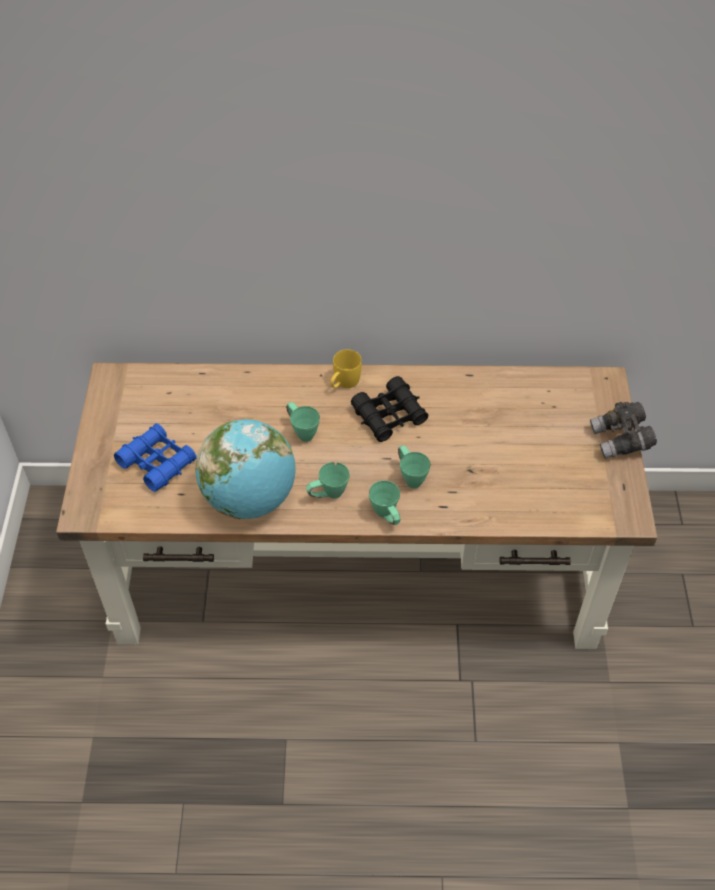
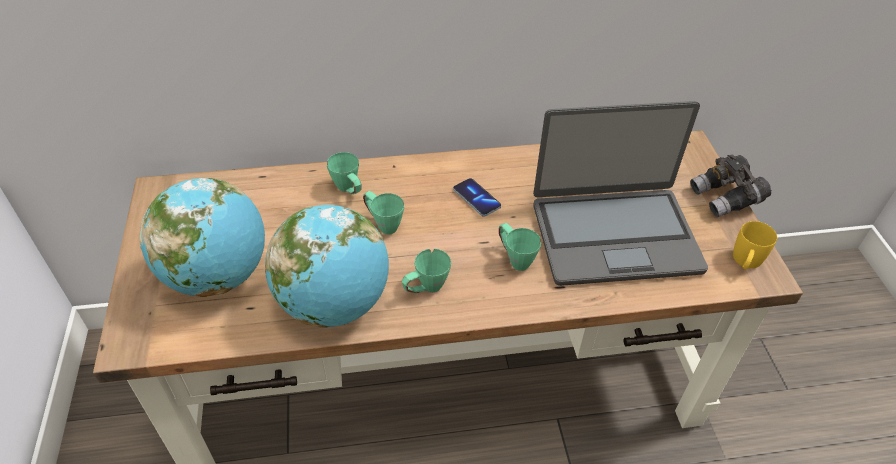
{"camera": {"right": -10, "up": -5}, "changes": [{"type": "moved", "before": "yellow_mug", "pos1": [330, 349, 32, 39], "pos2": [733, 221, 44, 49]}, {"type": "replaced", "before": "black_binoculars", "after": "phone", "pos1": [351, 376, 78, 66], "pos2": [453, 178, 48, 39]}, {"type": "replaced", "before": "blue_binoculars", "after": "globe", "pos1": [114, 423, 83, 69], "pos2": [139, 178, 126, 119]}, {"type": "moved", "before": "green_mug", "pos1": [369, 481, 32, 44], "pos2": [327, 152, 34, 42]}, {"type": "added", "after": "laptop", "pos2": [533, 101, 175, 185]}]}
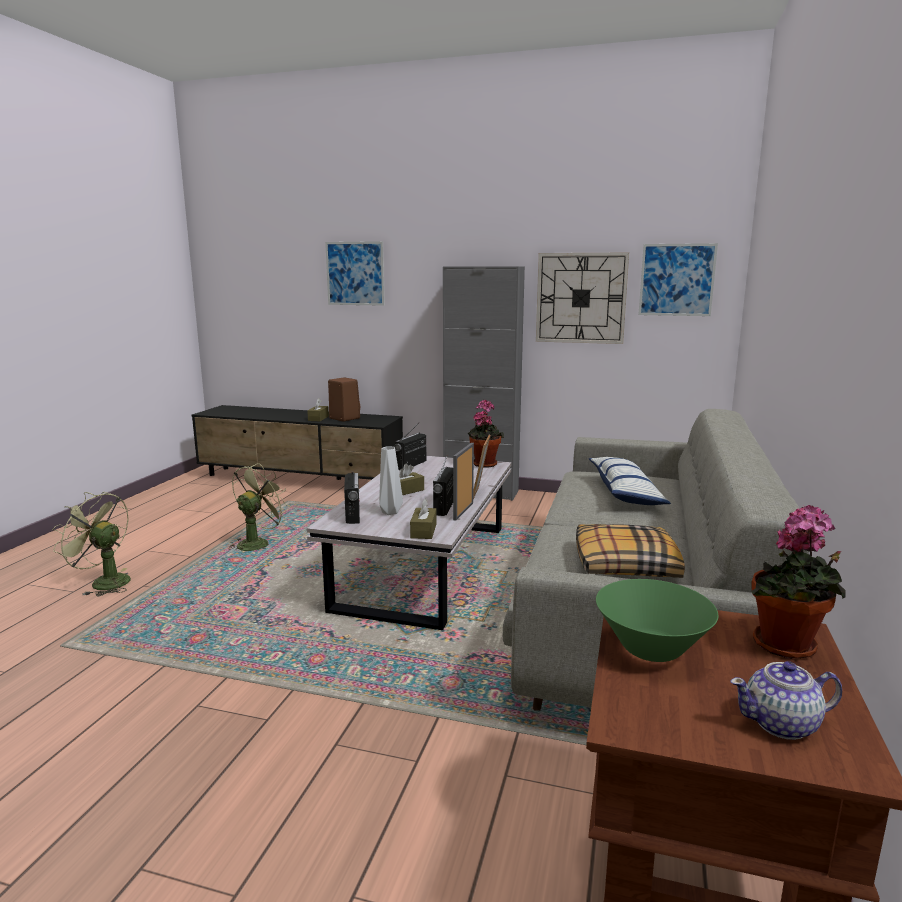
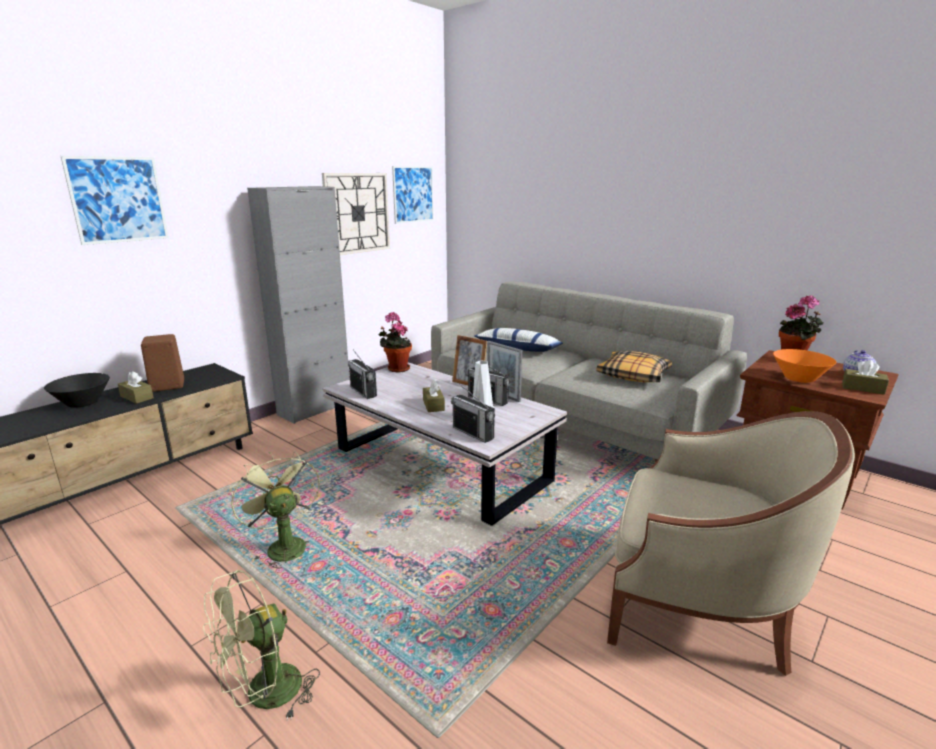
{"camera": {"right": -65, "up": 5}, "changes": [{"type": "turned", "before": "radio", "pos1": [344, 472, 16, 52], "pos2": [451, 384, 44, 59], "turn": -150}, {"type": "moved", "before": "brown_tissue_box", "pos1": [410, 499, 26, 40], "pos2": [842, 360, 47, 35]}, {"type": "recoloured", "before": "green_bowl", "after": "orange_bowl", "pos1": [596, 579, 122, 83], "pos2": [773, 349, 63, 34]}, {"type": "added", "after": "black_bowl", "pos2": [44, 373, 66, 35]}, {"type": "added", "after": "beige_armchair", "pos2": [607, 411, 248, 265]}]}
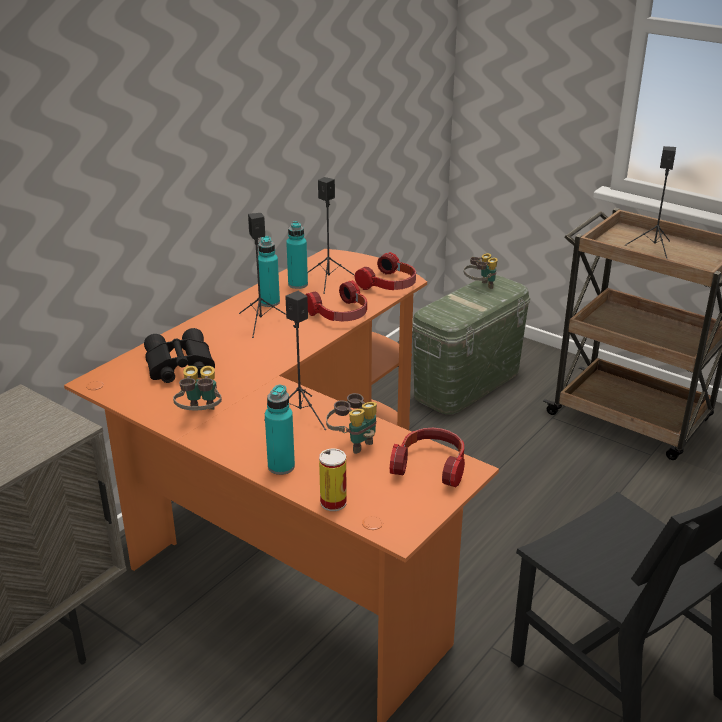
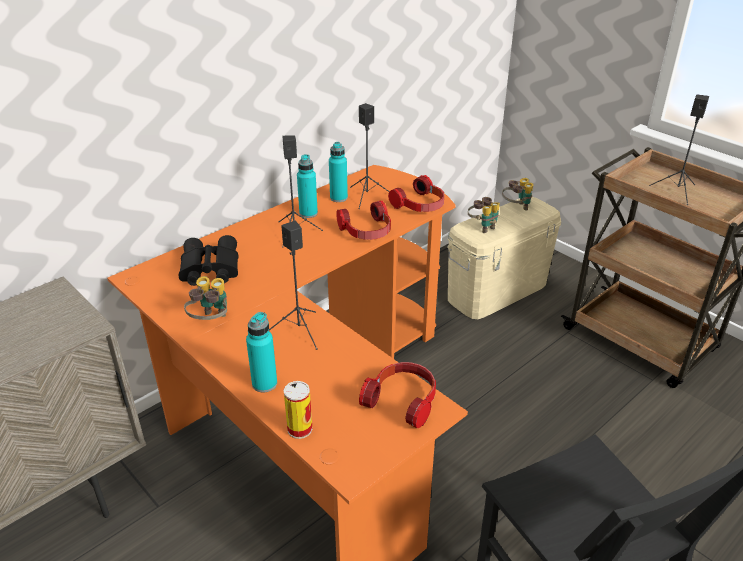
{"camera": {"right": 10, "up": 5}, "changes": [{"type": "recoloured", "before": "green_storage_box", "after": "beige_storage_box", "pos1": [412, 275, 118, 140], "pos2": [447, 196, 114, 123]}, {"type": "moved", "before": "binoculars", "pos1": [326, 393, 51, 61], "pos2": [468, 197, 32, 36]}]}
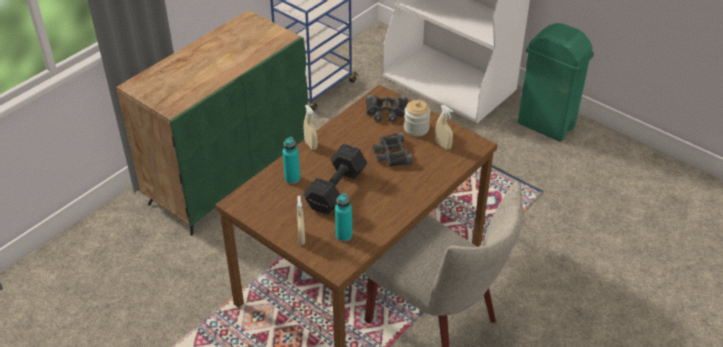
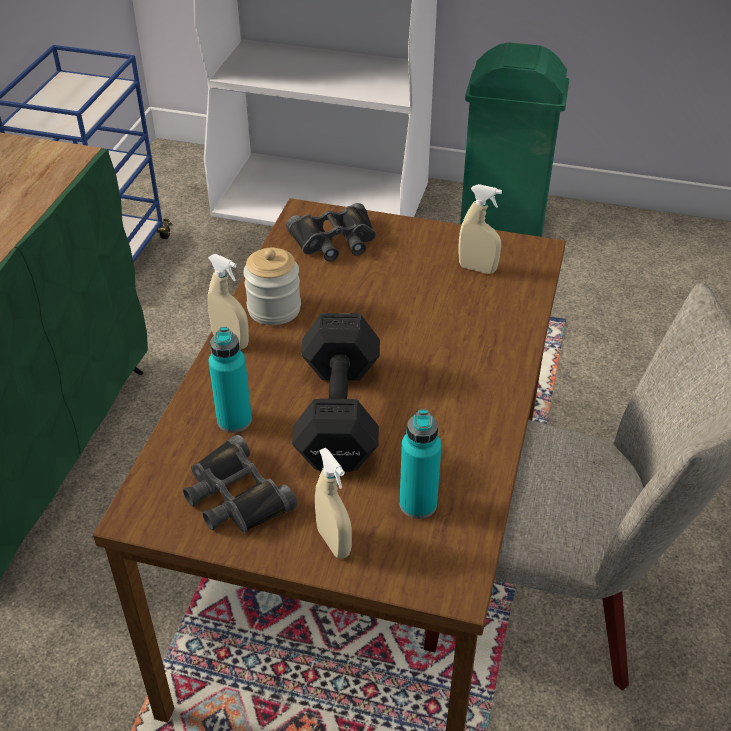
{"camera": {"right": -25, "up": 0}, "changes": [{"type": "moved", "before": "jar", "pos1": [404, 100, 27, 37], "pos2": [243, 248, 58, 77]}, {"type": "moved", "before": "black_binoculars", "pos1": [373, 132, 40, 34], "pos2": [183, 435, 114, 98]}]}
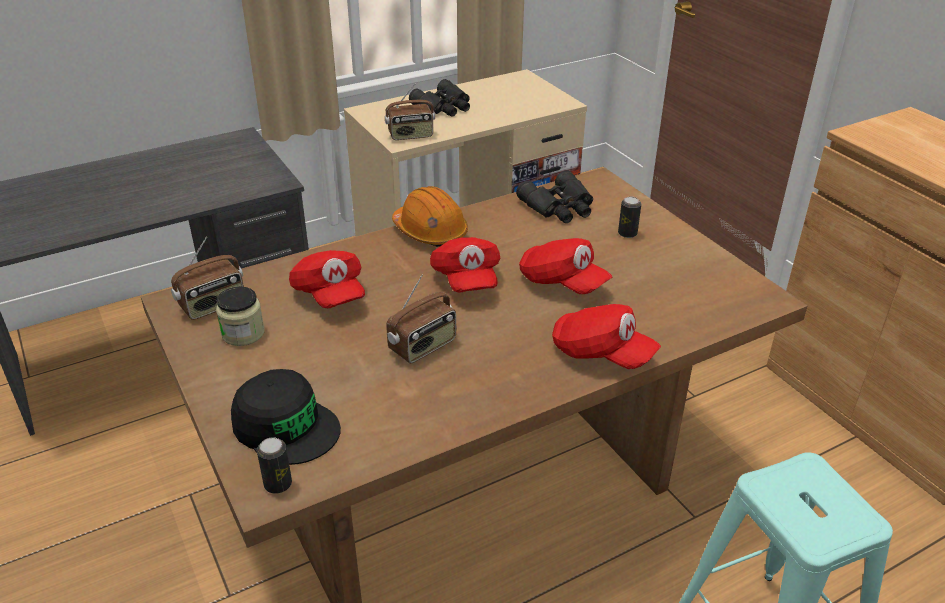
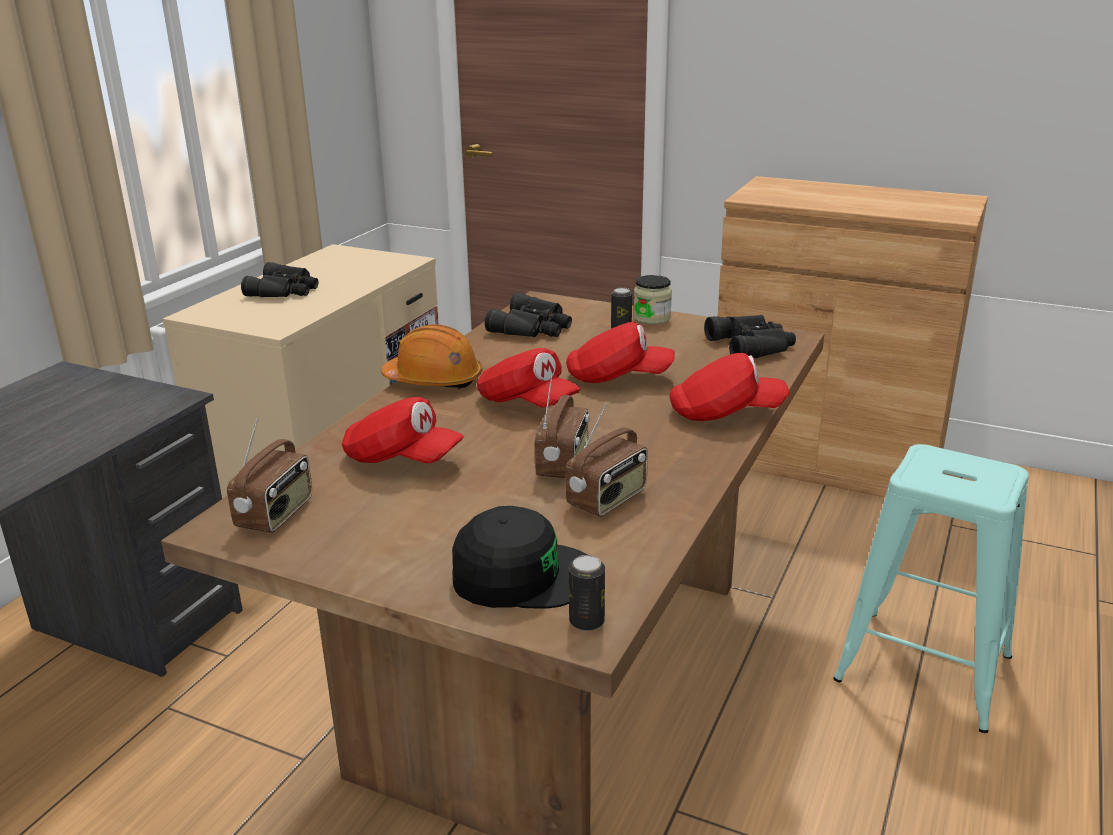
{"camera": {"right": -35, "up": -10}, "changes": [{"type": "moved", "before": "radio", "pos1": [385, 84, 50, 56], "pos2": [566, 403, 82, 114]}, {"type": "moved", "before": "jar", "pos1": [216, 287, 49, 59], "pos2": [633, 275, 39, 49]}, {"type": "added", "after": "black_binoculars", "pos2": [704, 315, 92, 43]}]}
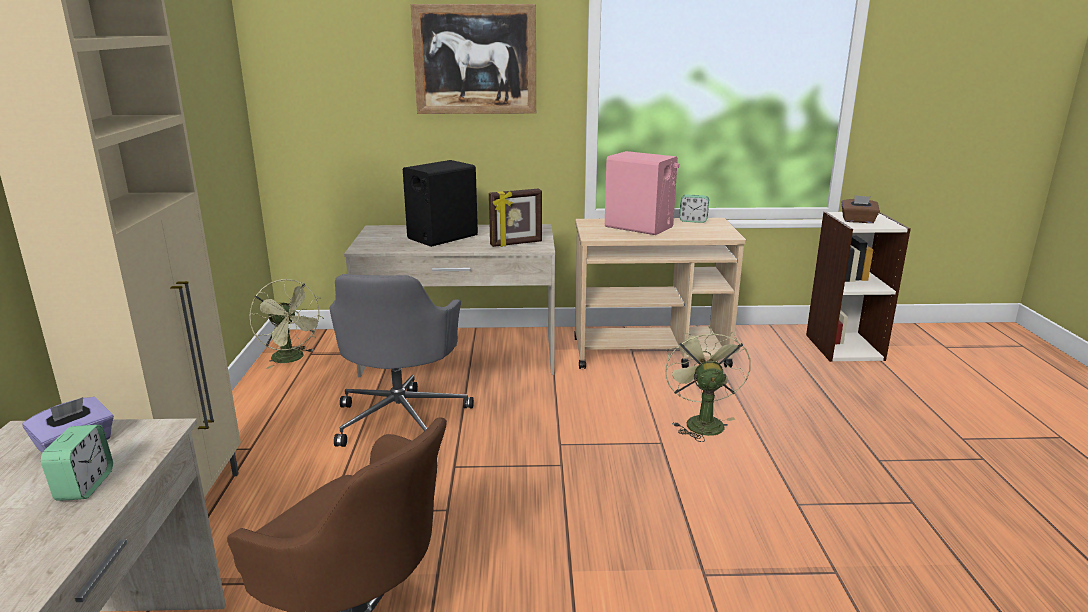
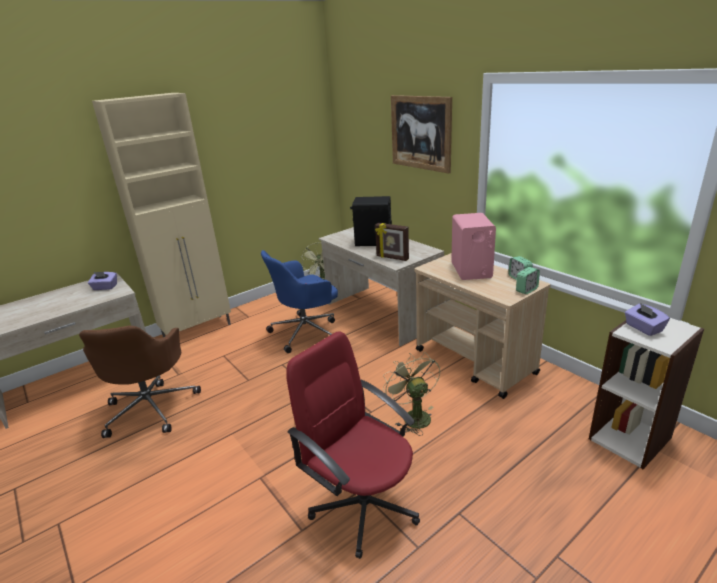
{"camera": {"right": 55, "up": 5}, "changes": [{"type": "recoloured", "before": "brown_tissue_box", "after": "purple_tissue_box", "pos1": [841, 195, 39, 28], "pos2": [625, 303, 45, 33]}, {"type": "recoloured", "before": "grey_office_chair", "after": "blue_office_chair", "pos1": [330, 274, 144, 173], "pos2": [261, 250, 77, 103]}, {"type": "turned", "before": "green_fan", "pos1": [665, 326, 86, 116], "pos2": [383, 352, 57, 84], "turn": -75}, {"type": "moved", "before": "alarm_clock", "pos1": [41, 425, 72, 76], "pos2": [516, 267, 24, 27]}, {"type": "added", "after": "red_office_chair", "pos2": [286, 331, 134, 228]}]}
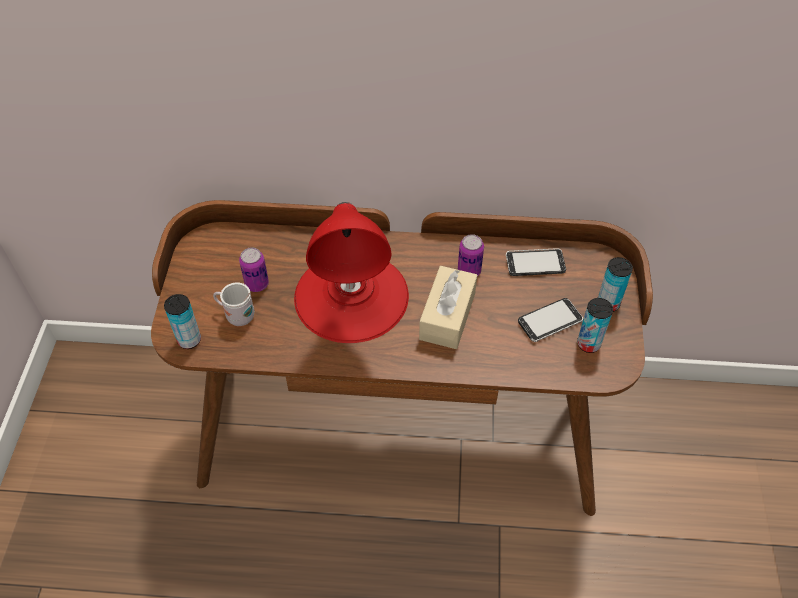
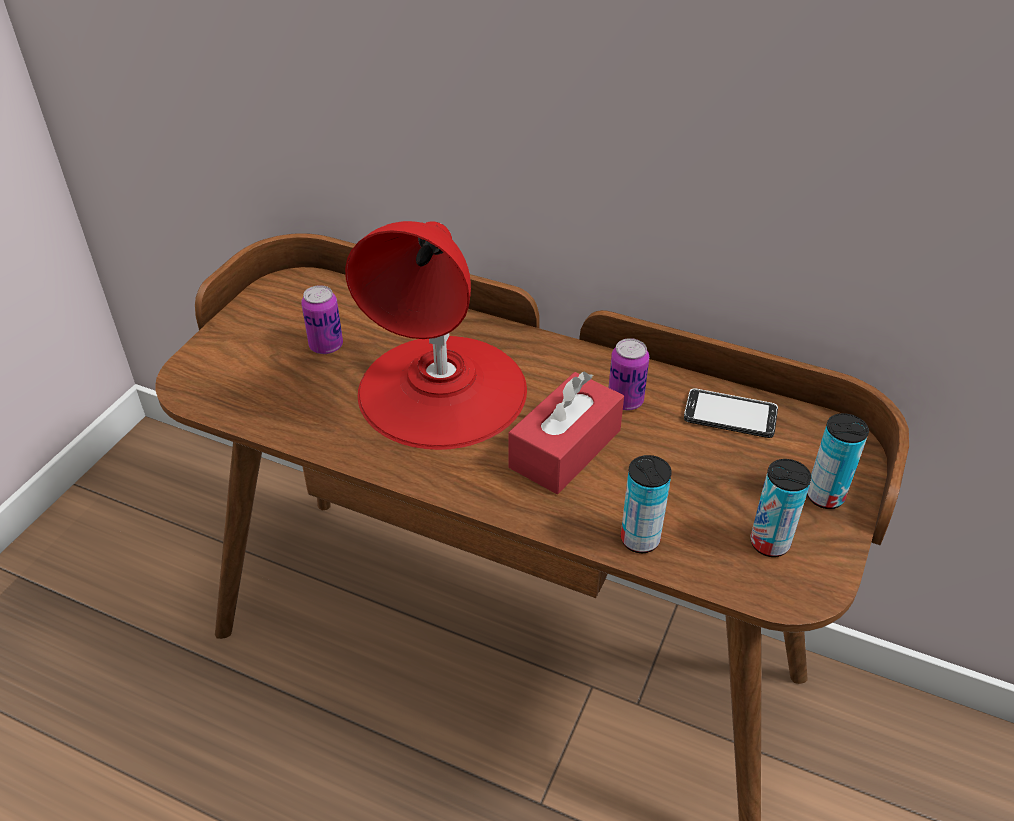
{"camera": {"right": 20, "up": -10}, "changes": [{"type": "recoloured", "before": "beige_tissue_box", "after": "red_tissue_box", "pos1": [419, 266, 58, 83], "pos2": [508, 372, 116, 122]}, {"type": "removed", "before": "white_mug", "pos1": [213, 283, 42, 43]}, {"type": "moved", "before": "can", "pos1": [164, 294, 37, 55], "pos2": [621, 455, 51, 98]}, {"type": "removed", "before": "phone", "pos1": [518, 298, 65, 44]}]}
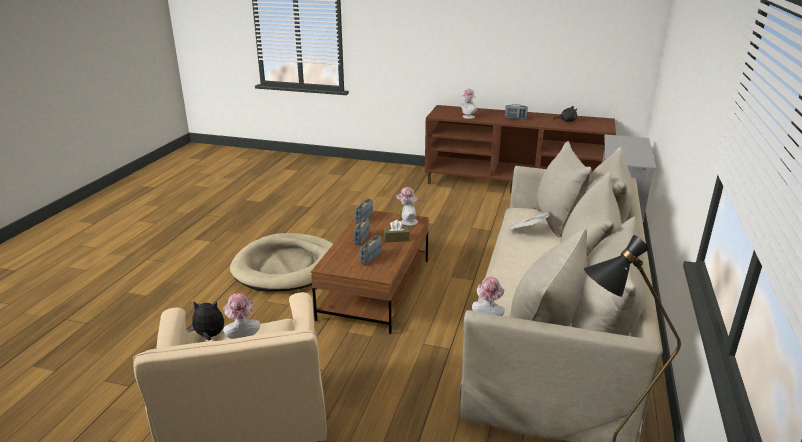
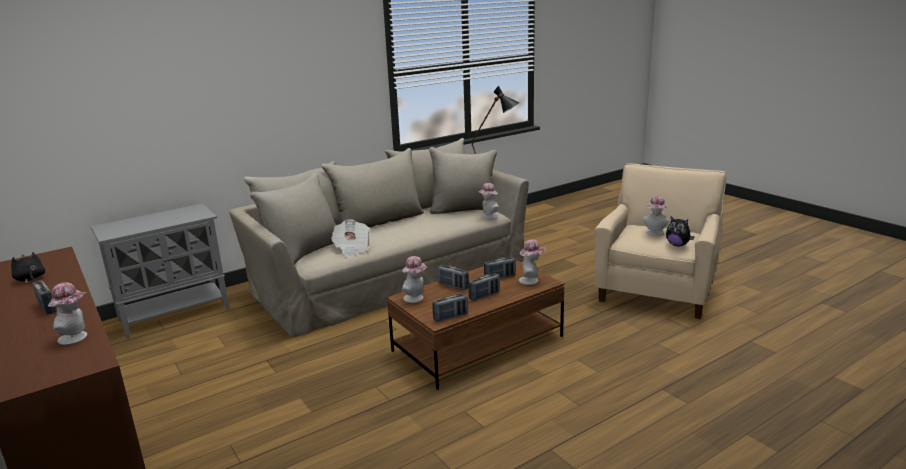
{"camera": {"right": -140, "up": -5}, "changes": [{"type": "replaced", "before": "brown_tissue_box", "after": "radio", "pos1": [384, 220, 26, 22], "pos2": [438, 265, 31, 25]}, {"type": "removed", "before": "beige_dog_bed", "pos1": [230, 233, 103, 59]}, {"type": "added", "after": "hat", "pos2": [519, 239, 27, 46]}]}
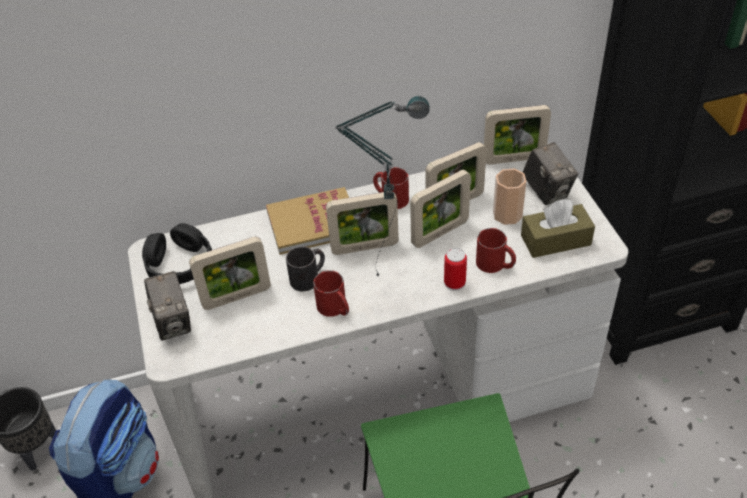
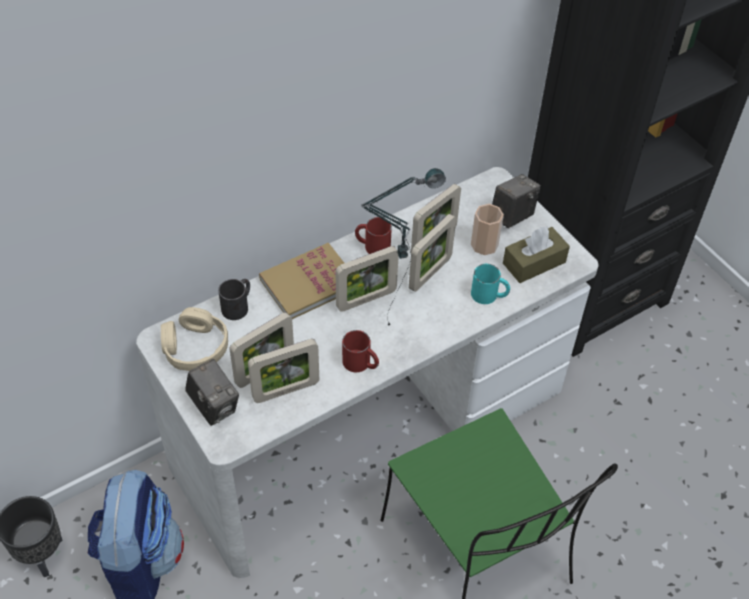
{"camera": {"right": -20, "up": 5}, "changes": [{"type": "moved", "before": "picture_frame", "pos1": [484, 105, 67, 59], "pos2": [248, 339, 71, 64]}, {"type": "turned", "before": "photo_camera", "pos1": [523, 142, 55, 63], "pos2": [492, 174, 49, 54], "turn": -90}, {"type": "recoloured", "before": "black_headphones", "after": "beige_headphones", "pos1": [142, 223, 70, 61], "pos2": [161, 307, 67, 64]}, {"type": "recoloured", "before": "red_mug", "after": "turquoise_mug", "pos1": [476, 228, 40, 45], "pos2": [471, 264, 39, 40]}, {"type": "moved", "before": "black_mug", "pos1": [286, 246, 39, 45], "pos2": [218, 279, 32, 41]}, {"type": "removed", "before": "can", "pos1": [444, 248, 23, 43]}]}
